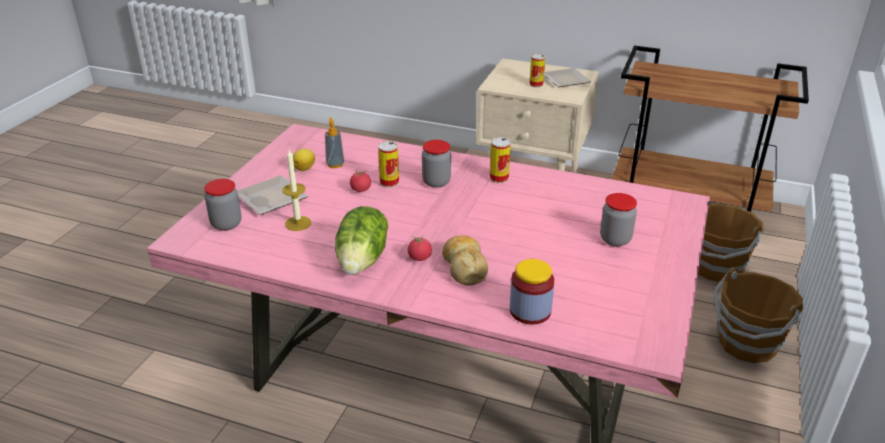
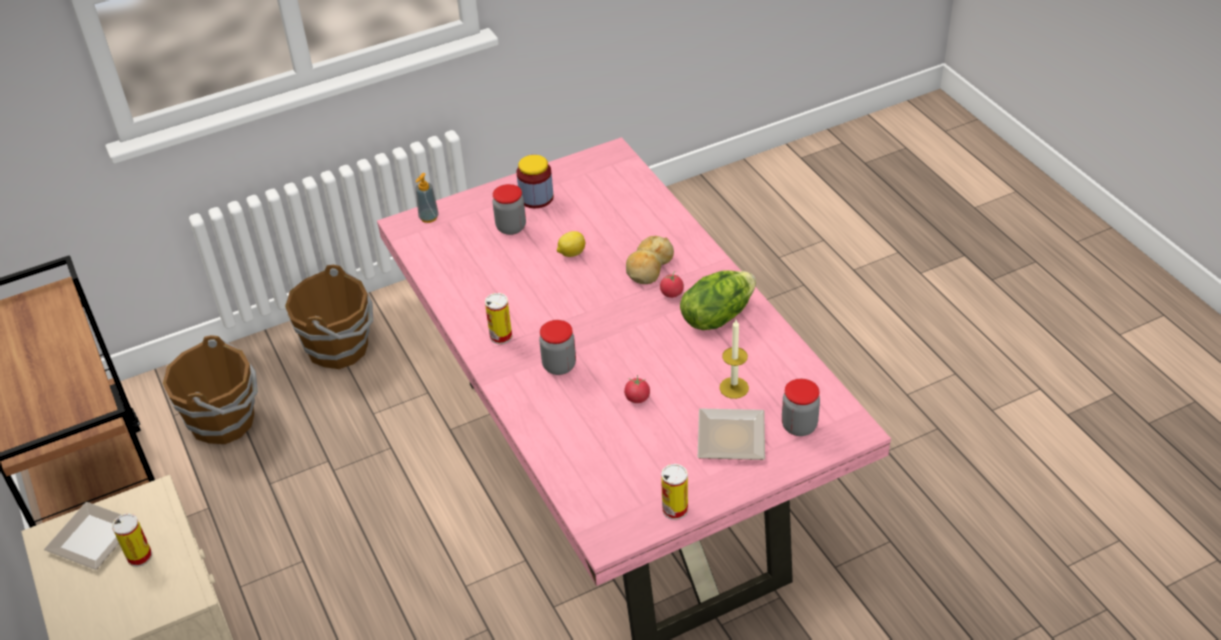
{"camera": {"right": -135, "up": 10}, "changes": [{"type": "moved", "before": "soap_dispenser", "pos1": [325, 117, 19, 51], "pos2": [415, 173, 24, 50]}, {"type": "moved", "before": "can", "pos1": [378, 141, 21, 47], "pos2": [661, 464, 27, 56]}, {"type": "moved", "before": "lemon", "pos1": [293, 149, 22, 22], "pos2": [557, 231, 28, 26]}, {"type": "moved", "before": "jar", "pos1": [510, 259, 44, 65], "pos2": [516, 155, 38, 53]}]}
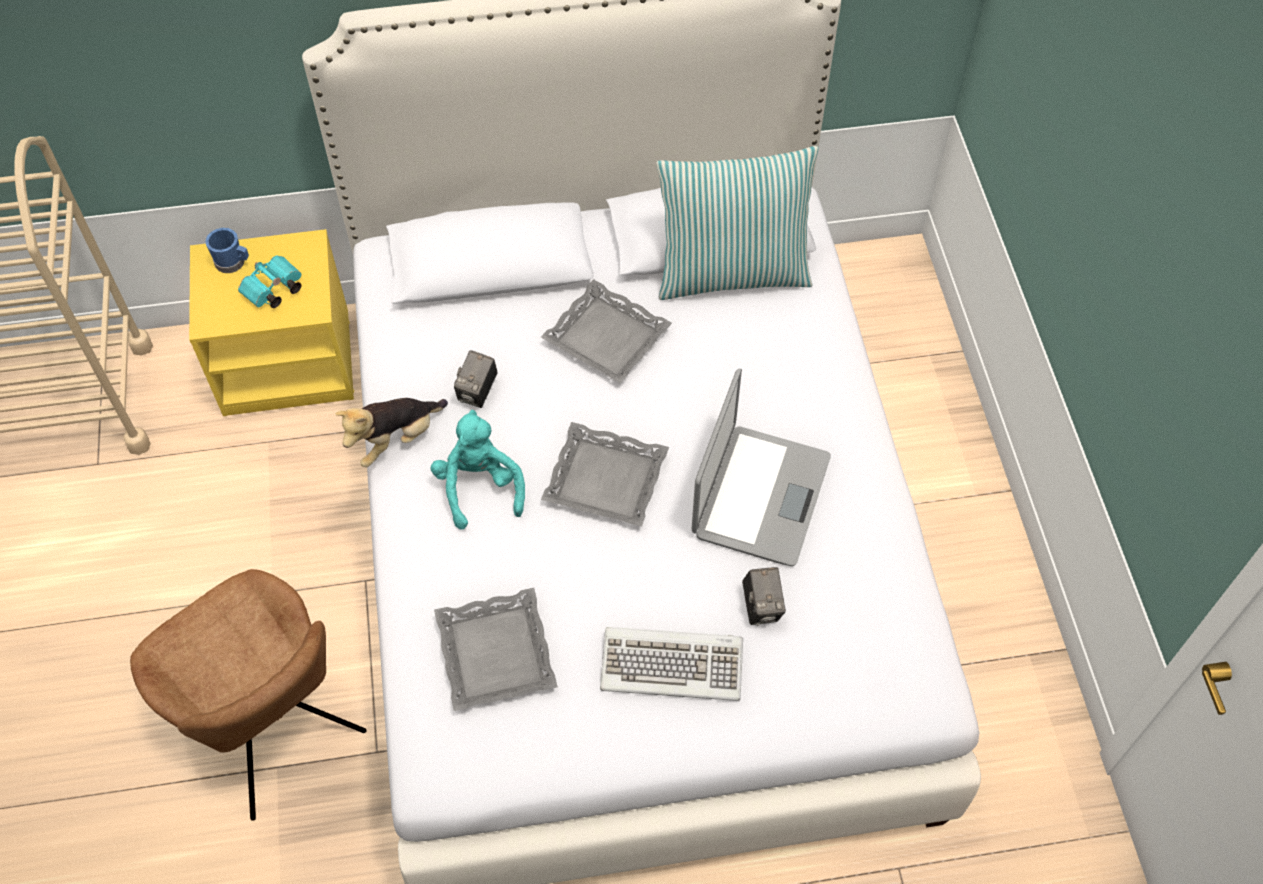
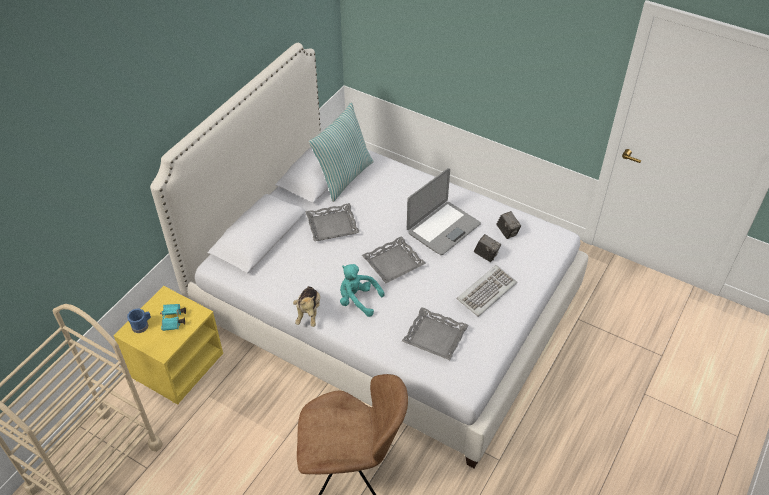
{"camera": {"right": -50, "up": -10}, "changes": [{"type": "moved", "before": "photo_camera", "pos1": [454, 350, 44, 58], "pos2": [496, 211, 25, 28]}, {"type": "turned", "before": "laptop", "pos1": [692, 369, 139, 197], "pos2": [407, 168, 74, 87], "turn": 75}]}
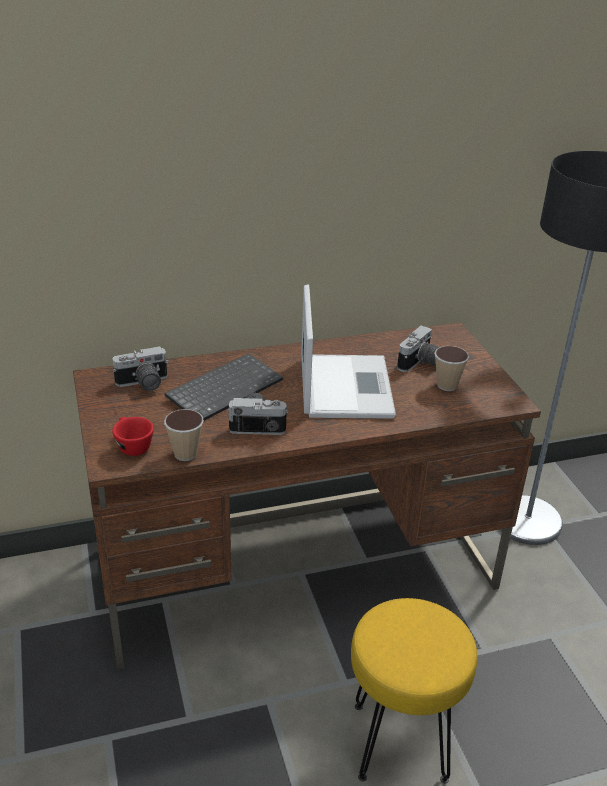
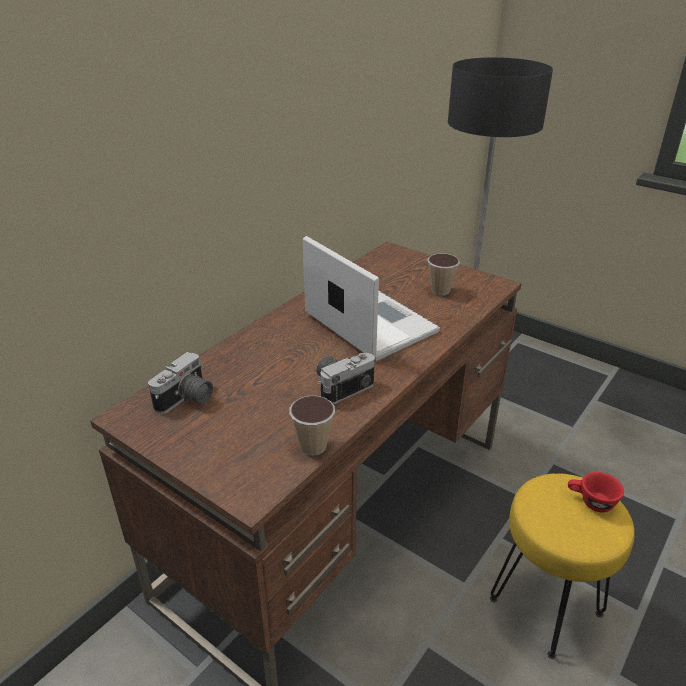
{"camera": {"right": -35, "up": 0}, "changes": [{"type": "removed", "before": "photo_camera", "pos1": [397, 326, 43, 46]}, {"type": "removed", "before": "keyboard", "pos1": [165, 353, 118, 68]}, {"type": "moved", "before": "red_cup", "pos1": [112, 417, 42, 39], "pos2": [568, 472, 56, 41]}]}
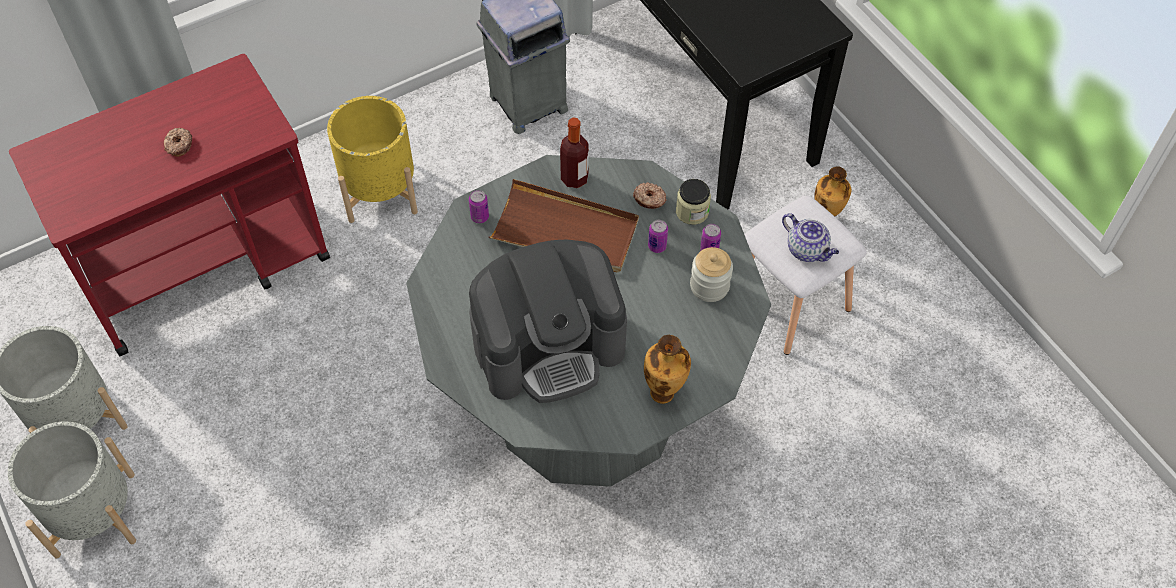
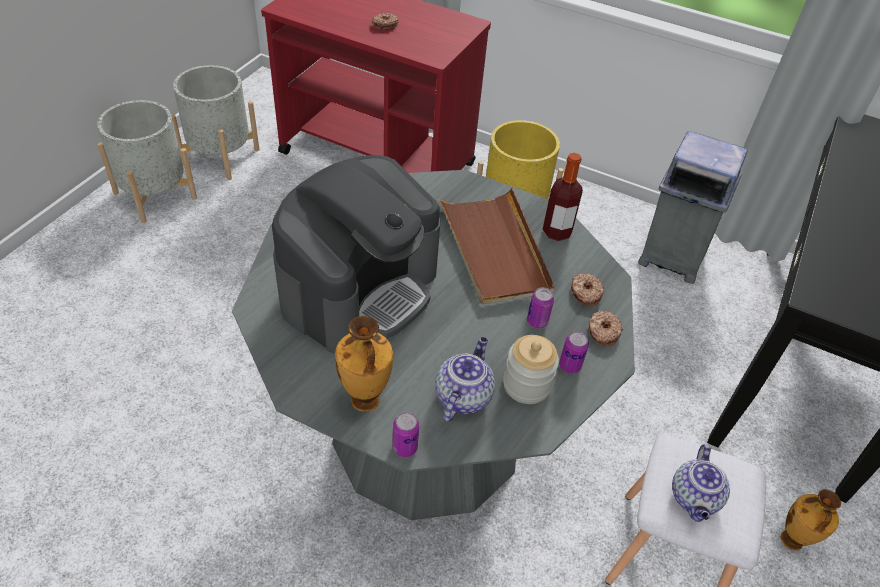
{"camera": {"right": 55, "up": -10}, "changes": [{"type": "replaced", "before": "jar", "after": "donut", "pos1": [676, 179, 35, 46], "pos2": [589, 310, 34, 36]}, {"type": "moved", "before": "can", "pos1": [469, 190, 20, 33], "pos2": [392, 412, 27, 45]}, {"type": "turned", "before": "coffee_machine", "pos1": [469, 239, 158, 164], "pos2": [272, 155, 169, 199], "turn": -90}, {"type": "added", "after": "teapot", "pos2": [435, 337, 60, 85]}]}
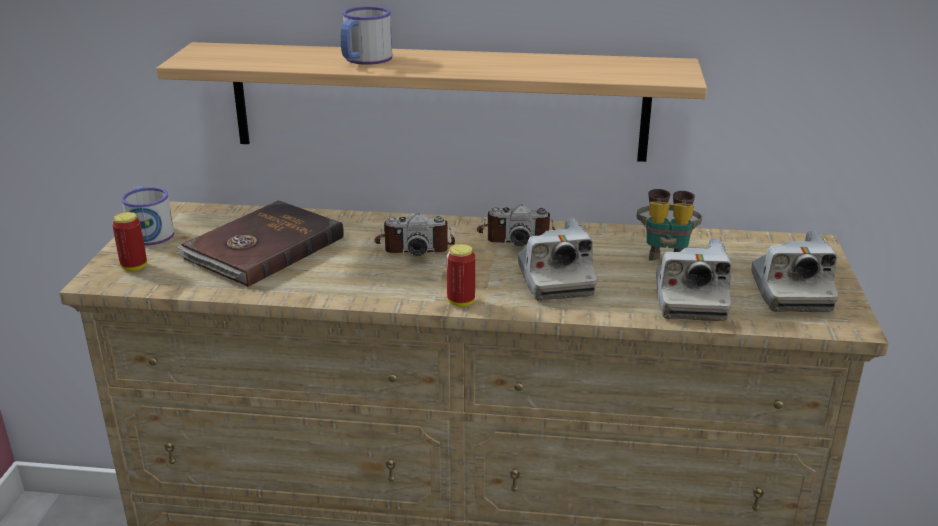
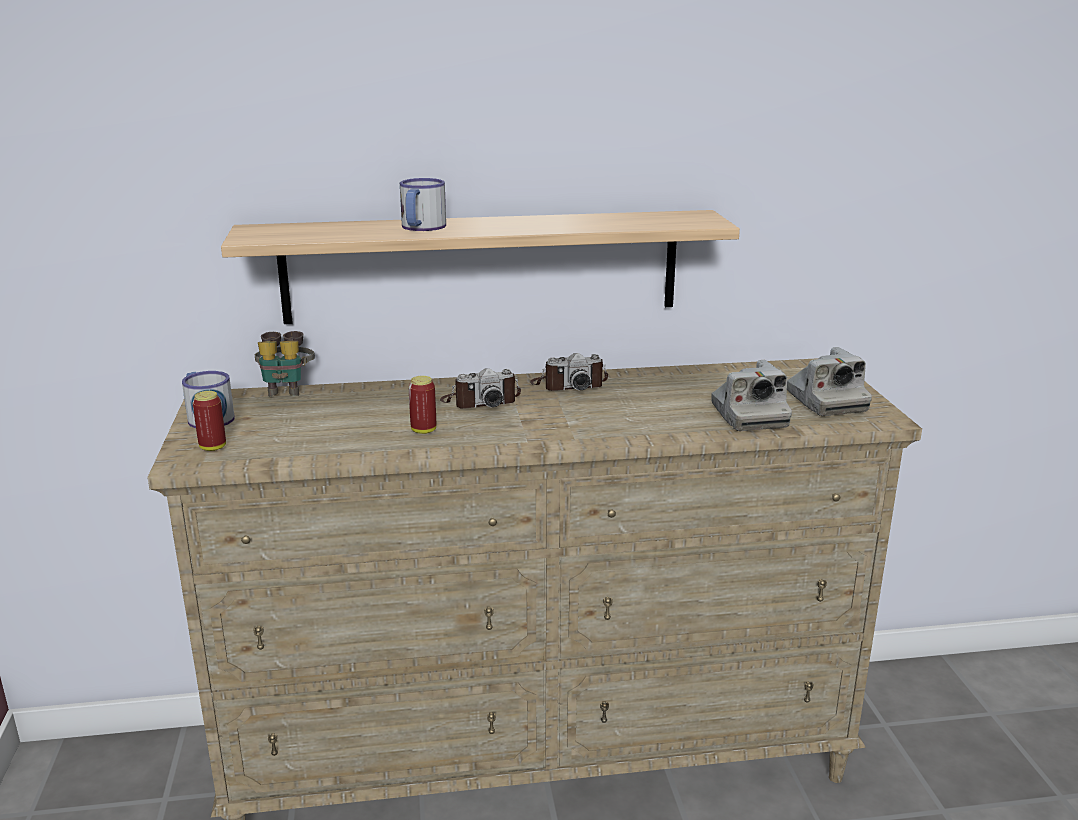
{"camera": {"right": -15, "up": -5}, "changes": [{"type": "moved", "before": "binoculars", "pos1": [637, 189, 65, 72], "pos2": [255, 331, 60, 66]}, {"type": "removed", "before": "brown_book", "pos1": [176, 200, 168, 87]}, {"type": "removed", "before": "photo_camera", "pos1": [518, 218, 79, 83]}, {"type": "moved", "before": "can", "pos1": [447, 244, 28, 63], "pos2": [408, 376, 28, 58]}]}
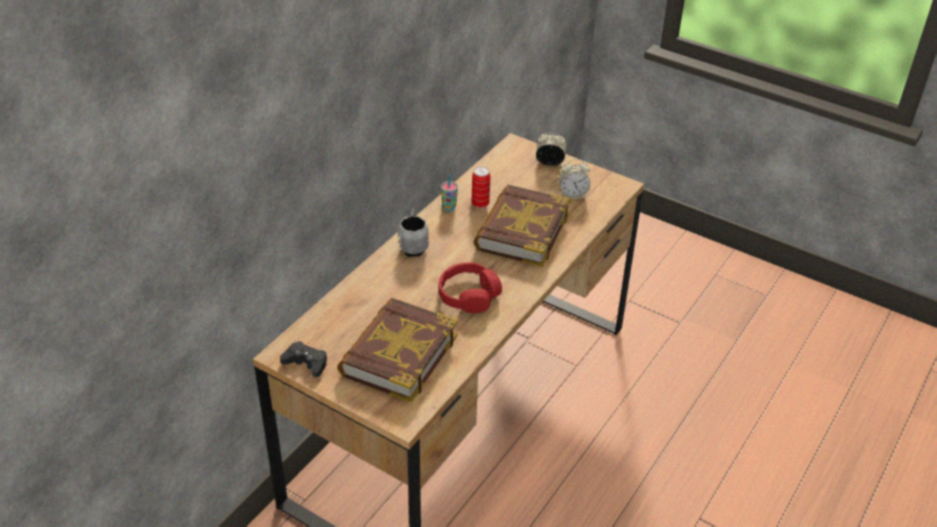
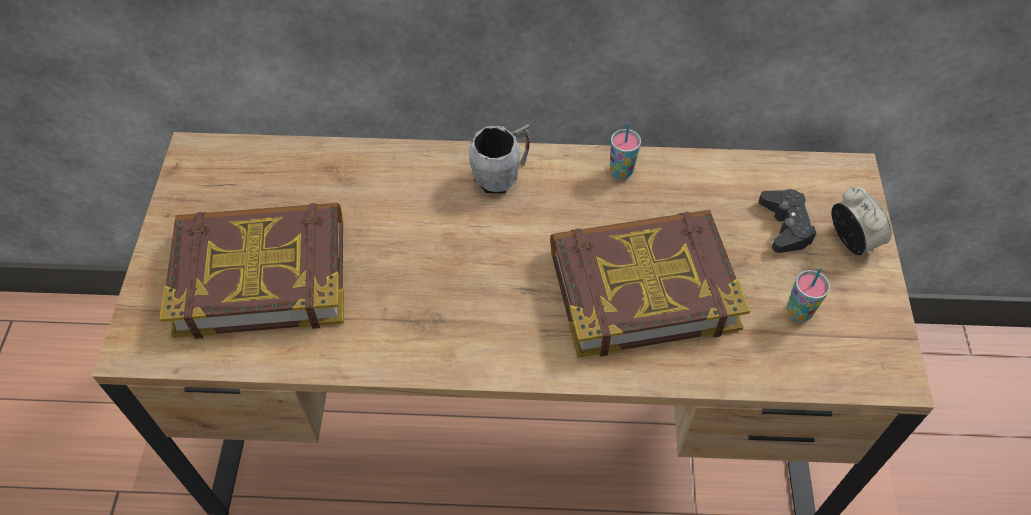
{"camera": {"right": 60, "up": 15}, "changes": [{"type": "replaced", "before": "alarm_clock", "after": "cup", "pos1": [558, 159, 33, 40], "pos2": [787, 268, 43, 54]}, {"type": "removed", "before": "can", "pos1": [472, 166, 18, 42]}, {"type": "removed", "before": "red_headphones", "pos1": [438, 262, 64, 51]}, {"type": "moved", "before": "black_game_controller", "pos1": [280, 341, 47, 36], "pos2": [759, 189, 57, 64]}]}
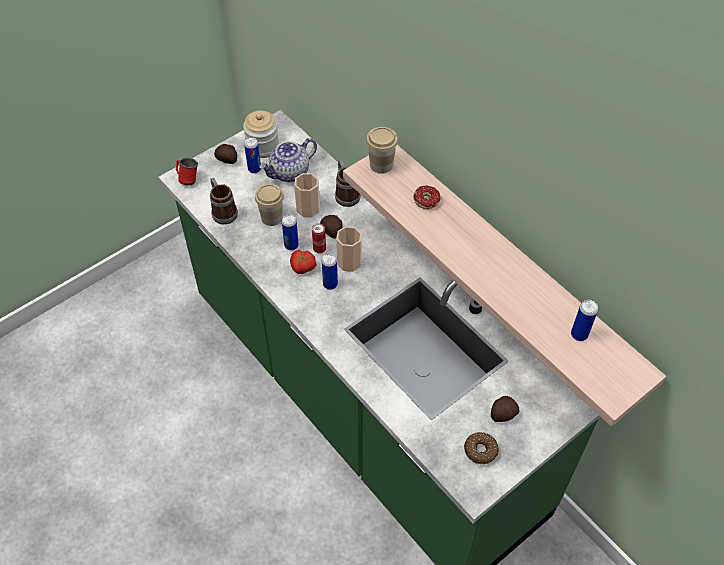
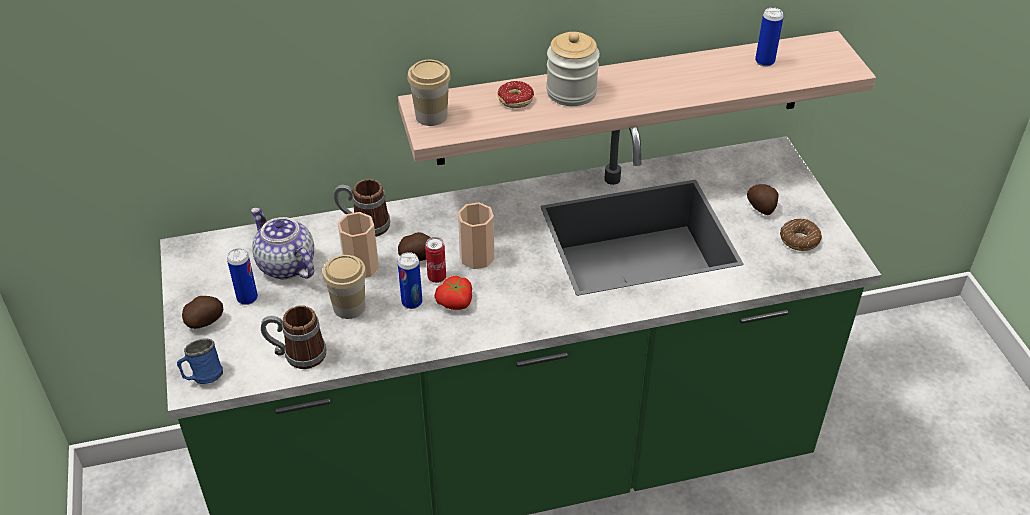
{"camera": {"right": -65, "up": -10}, "changes": [{"type": "moved", "before": "jar", "pos1": [243, 110, 36, 48], "pos2": [546, 32, 54, 74]}, {"type": "turned", "before": "teapot", "pos1": [259, 138, 58, 44], "pos2": [251, 208, 63, 71], "turn": 150}, {"type": "recoloured", "before": "red_mug", "after": "blue_mug", "pos1": [176, 158, 22, 27], "pos2": [177, 338, 46, 46]}, {"type": "removed", "before": "can", "pos1": [322, 253, 16, 37]}]}
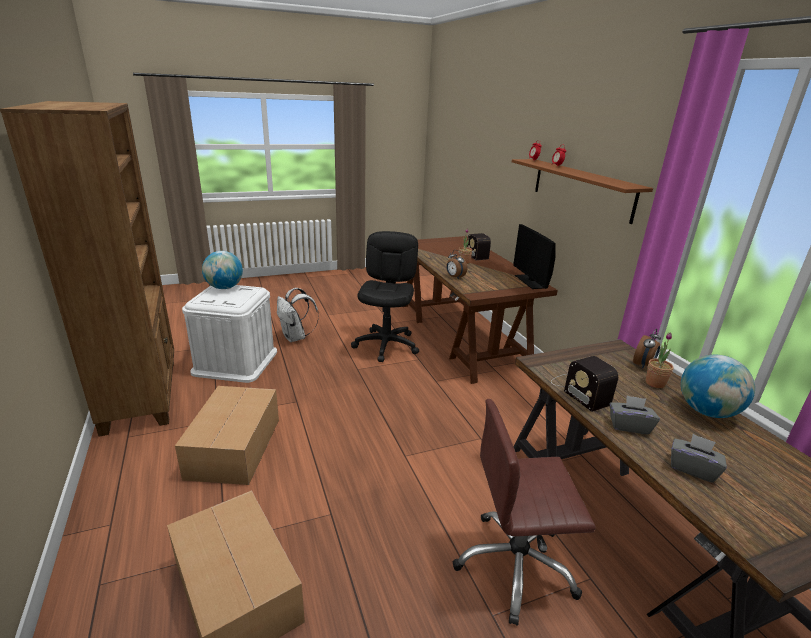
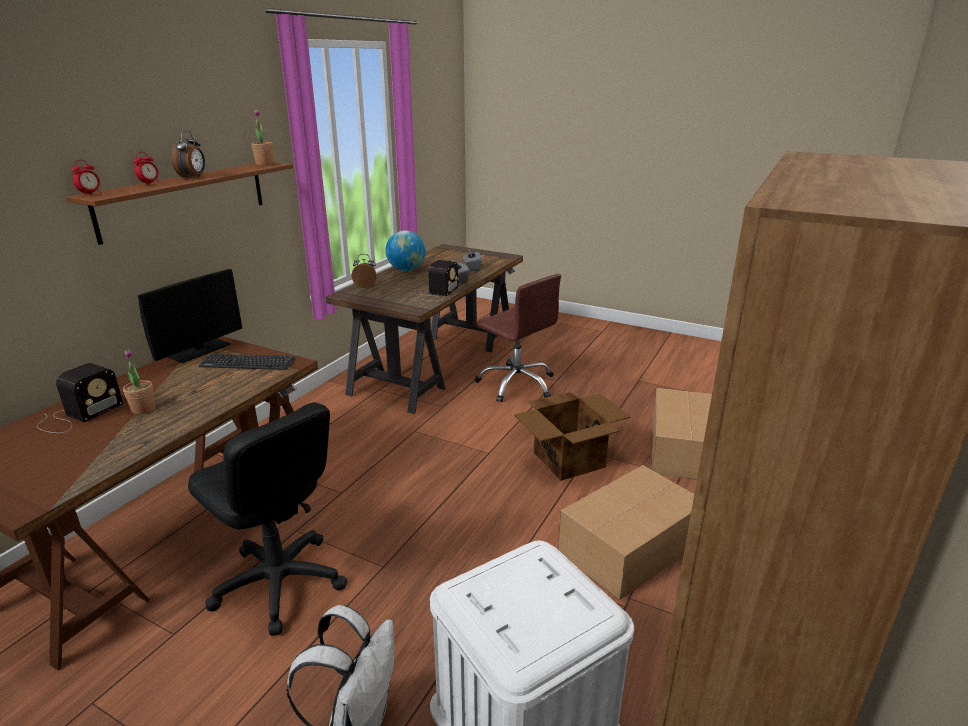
{"camera": {"right": -130, "up": 0}, "changes": [{"type": "turned", "before": "black_office_chair", "pos1": [351, 231, 68, 131], "pos2": [188, 402, 159, 234], "turn": -105}, {"type": "moved", "before": "alarm_clock", "pos1": [446, 250, 21, 29], "pos2": [171, 130, 34, 49]}, {"type": "removed", "before": "globe", "pos1": [202, 251, 41, 38]}, {"type": "moved", "before": "potted_plant", "pos1": [645, 333, 29, 55], "pos2": [251, 109, 23, 57]}, {"type": "added", "after": "keyboard", "pos2": [199, 354, 97, 16]}, {"type": "added", "after": "cardboard_box", "pos2": [514, 392, 117, 89]}]}
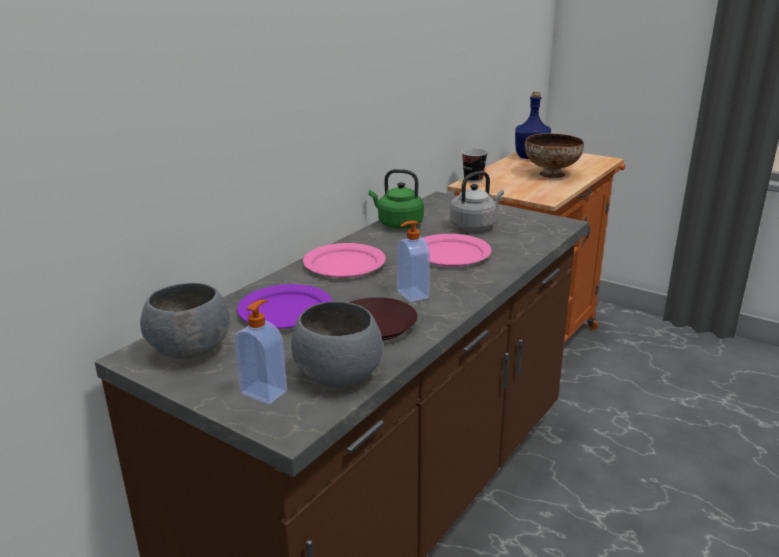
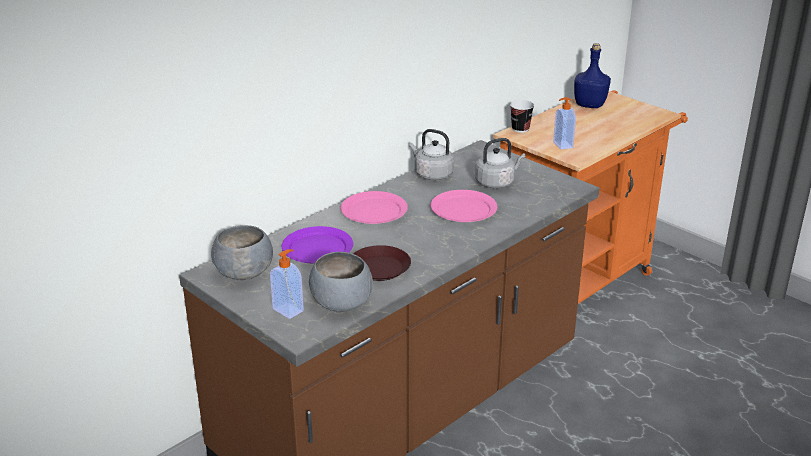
{"camera": {"right": 10, "up": 5}, "changes": [{"type": "removed", "before": "bowl", "pos1": [525, 133, 59, 45]}, {"type": "recoloured", "before": "green_kettle", "after": "grey_kettle", "pos1": [369, 169, 55, 60], "pos2": [409, 129, 45, 51]}, {"type": "moved", "before": "soap_dispenser", "pos1": [397, 221, 33, 81], "pos2": [553, 97, 23, 52]}]}
